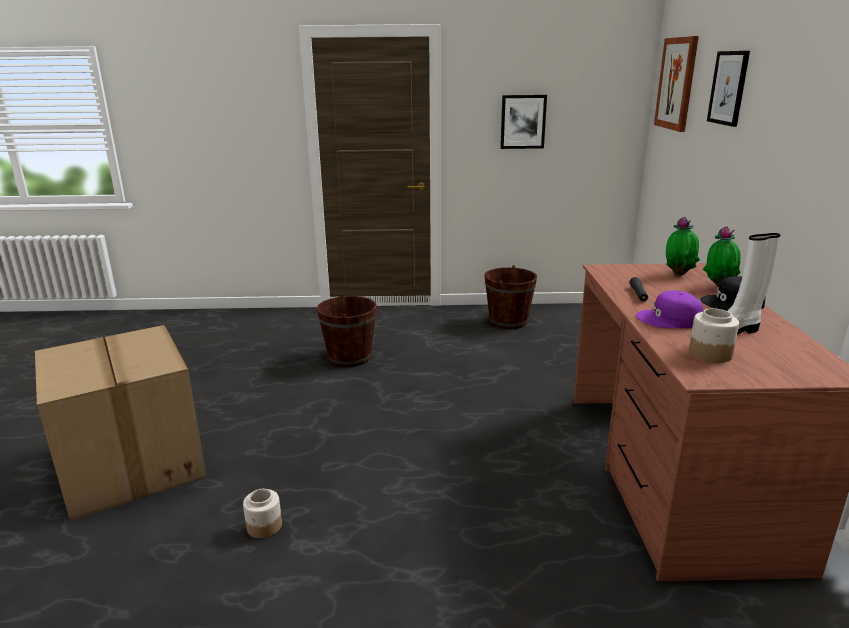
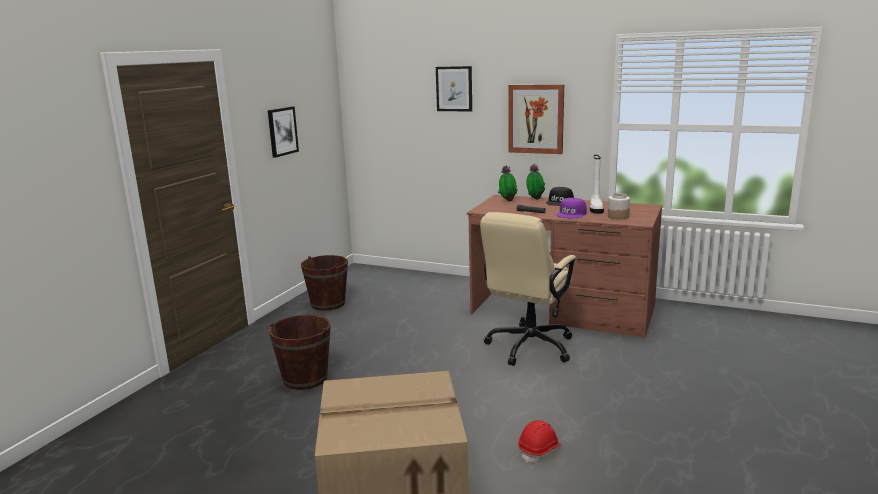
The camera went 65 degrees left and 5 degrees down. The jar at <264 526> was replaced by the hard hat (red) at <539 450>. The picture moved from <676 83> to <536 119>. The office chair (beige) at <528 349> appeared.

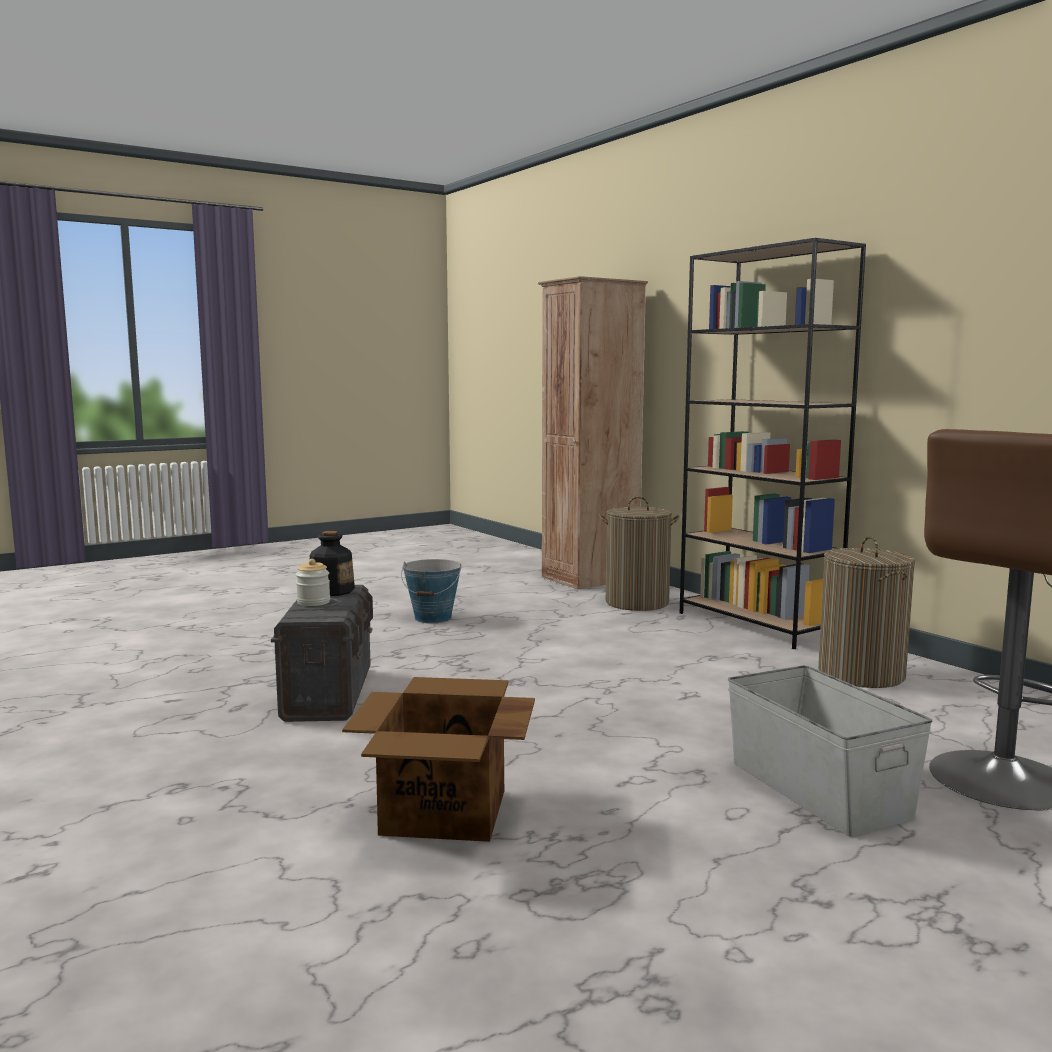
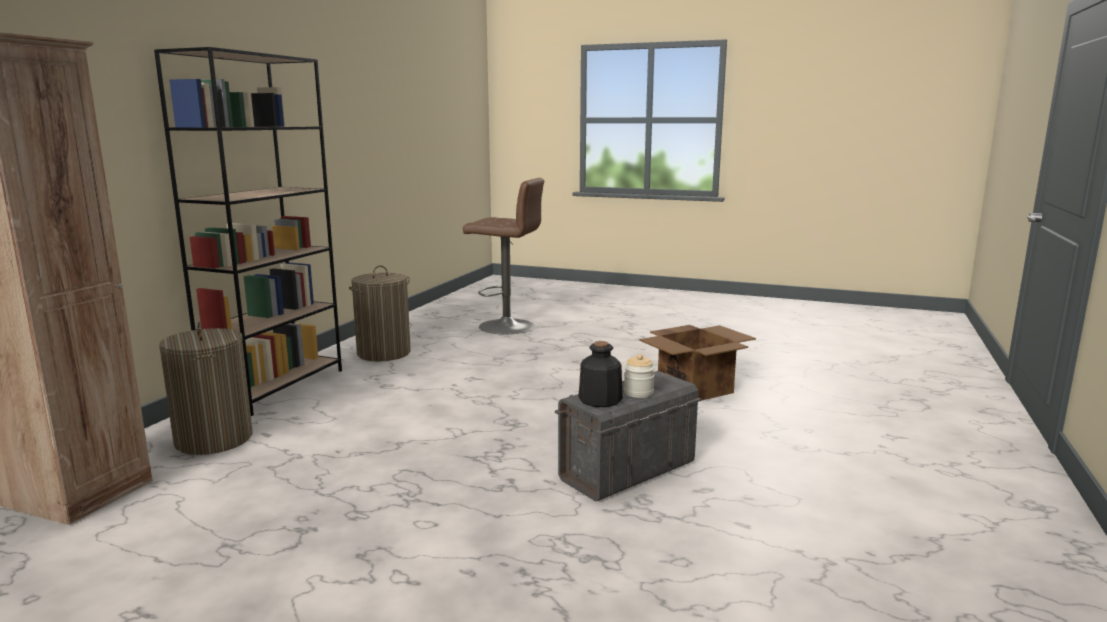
The camera went 125 degrees left and 5 degrees up. The bucket at <433 618> disappeared. The storage box (grey) at <818 789> disappeared.

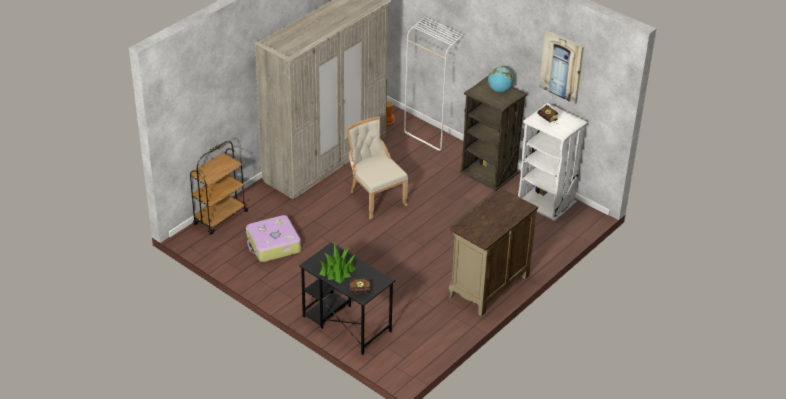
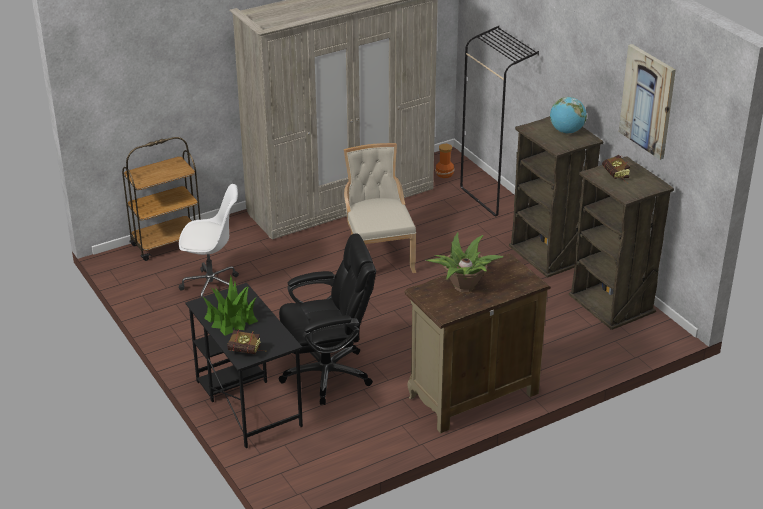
The camera went 20 degrees right and 5 degrees down. The suitcase at <273 245> was replaced by the office chair (white) at <213 287>. The clothes rack (white) at <431 136> became the clothes rack (black) at <493 197>. The bookcase (white) at <546 201> became the bookcase (brown) at <612 303>. The office chair (black) at <326 374> appeared. The potted plant at <464 286> appeared.

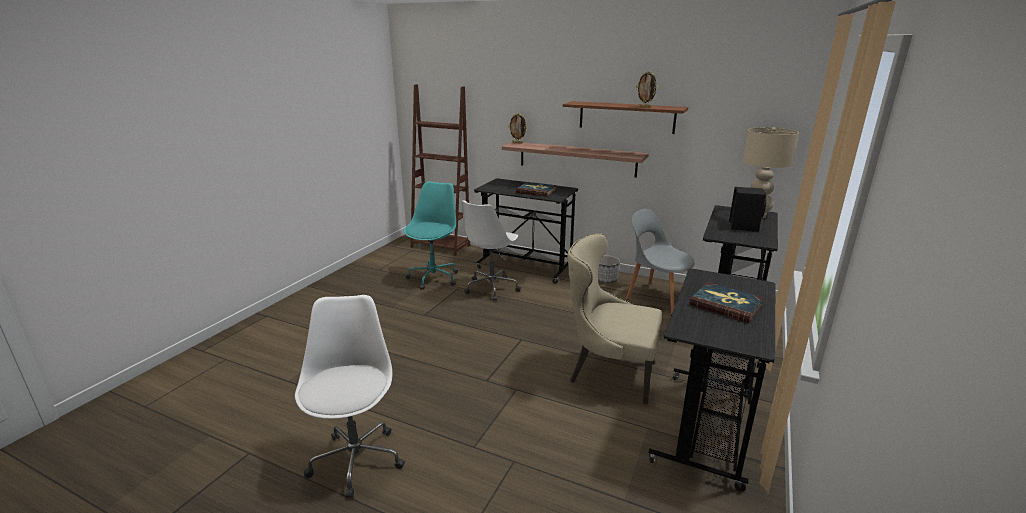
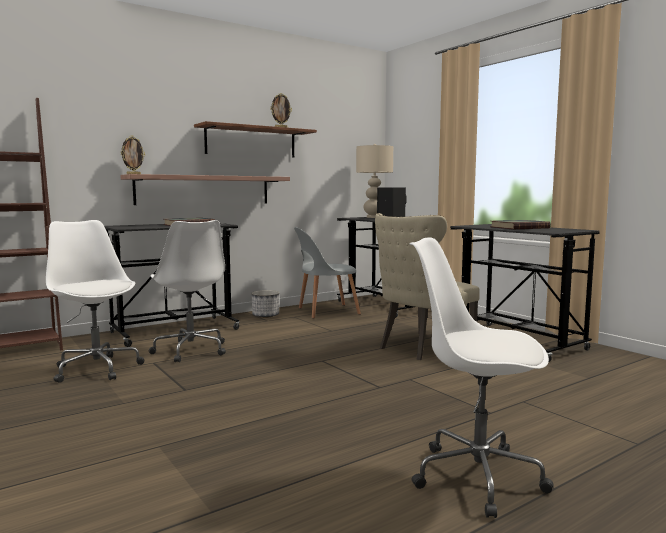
The camera went 60 degrees left and 15 degrees down. The office chair (turquoise) at <434 278> became the office chair (white) at <96 369>.

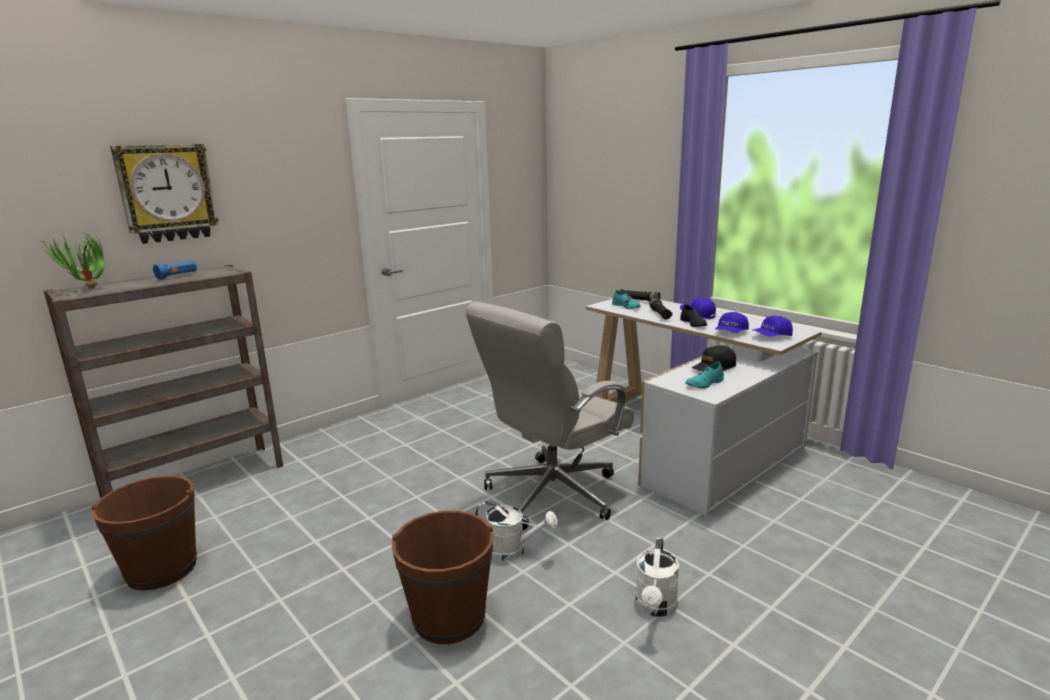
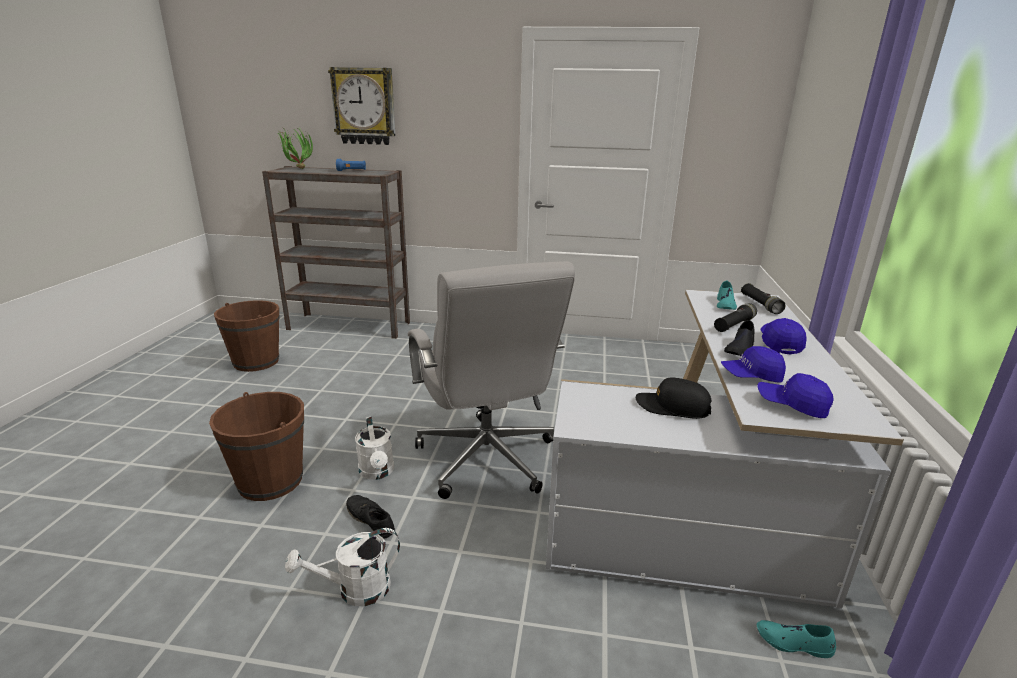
The camera went 50 degrees right and 5 degrees up. The office chair (grey) at <553 492> turned 120 degrees counterclockwise. The shoe (turquoise) moved from <704 383> to <793 643>. The shoe (black) at <370 520> appeared.

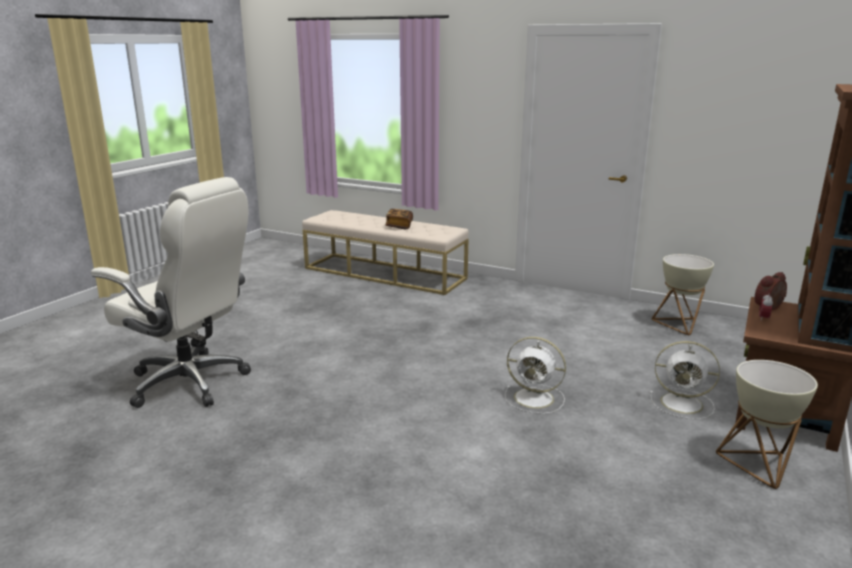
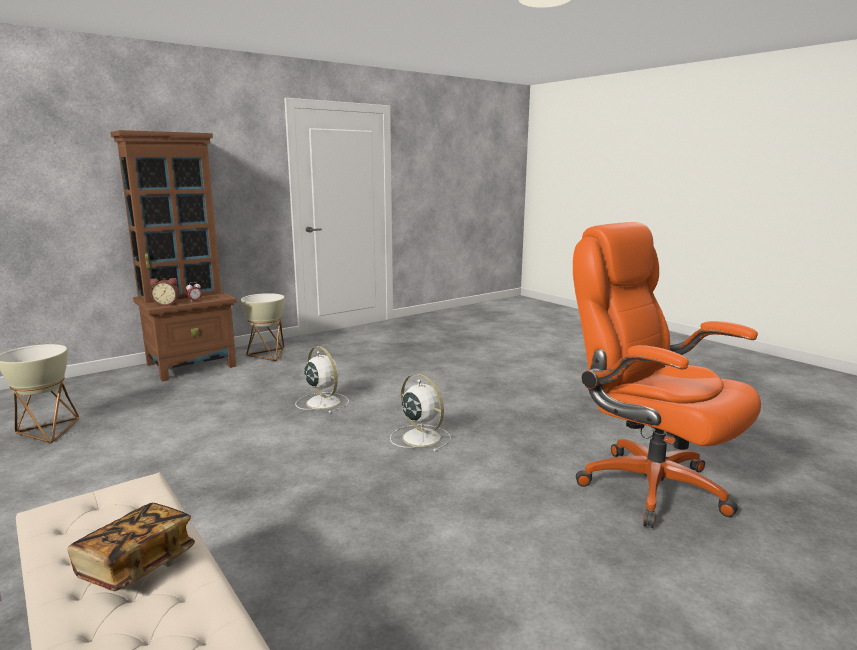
The camera went 155 degrees left and 5 degrees down. The office chair (white) at <190 383> became the office chair (orange) at <649 486>. The fan (white) moved from <683 403> to <420 437>.

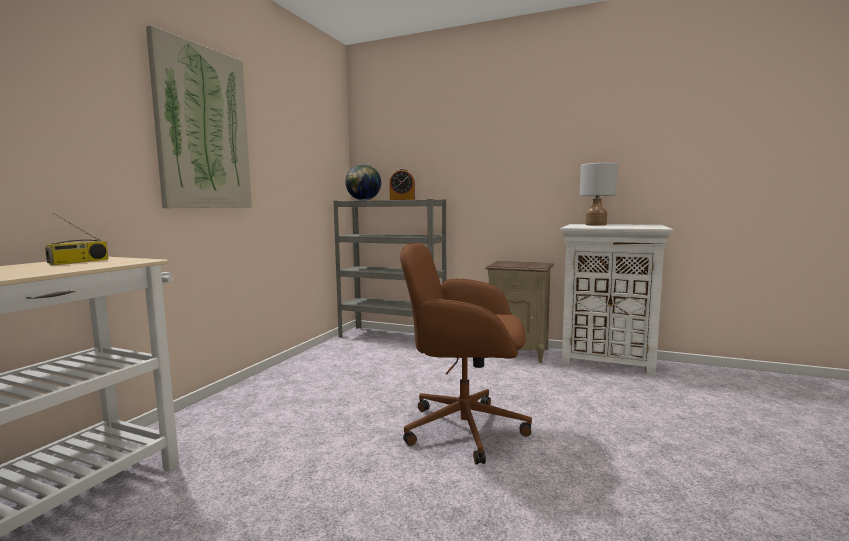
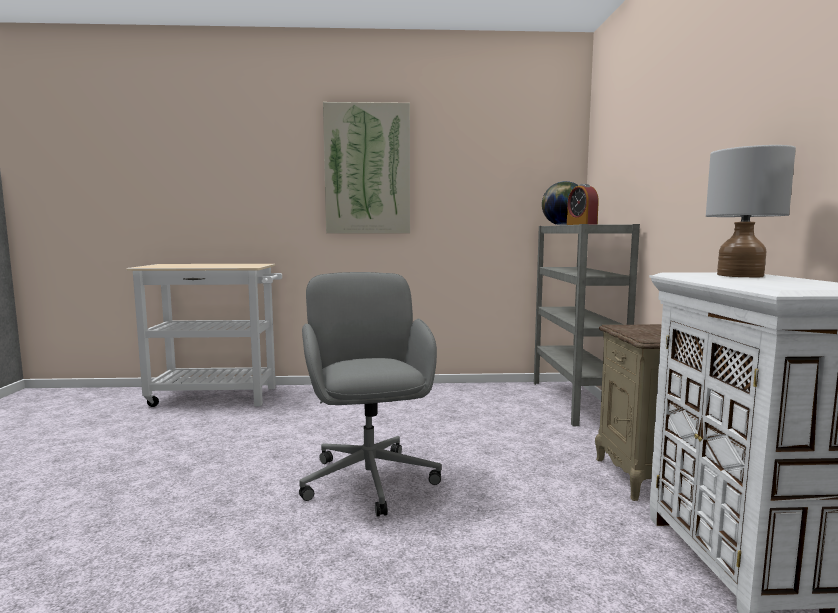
The camera went 65 degrees right and 0 degrees up. The radio at <79 262> disappeared. The office chair (brown) at <464 429> became the office chair (grey) at <370 480>.

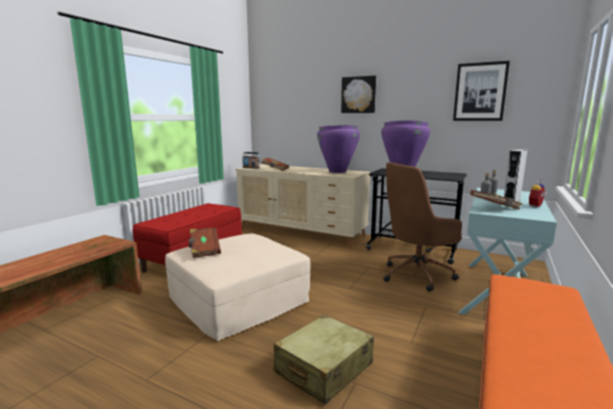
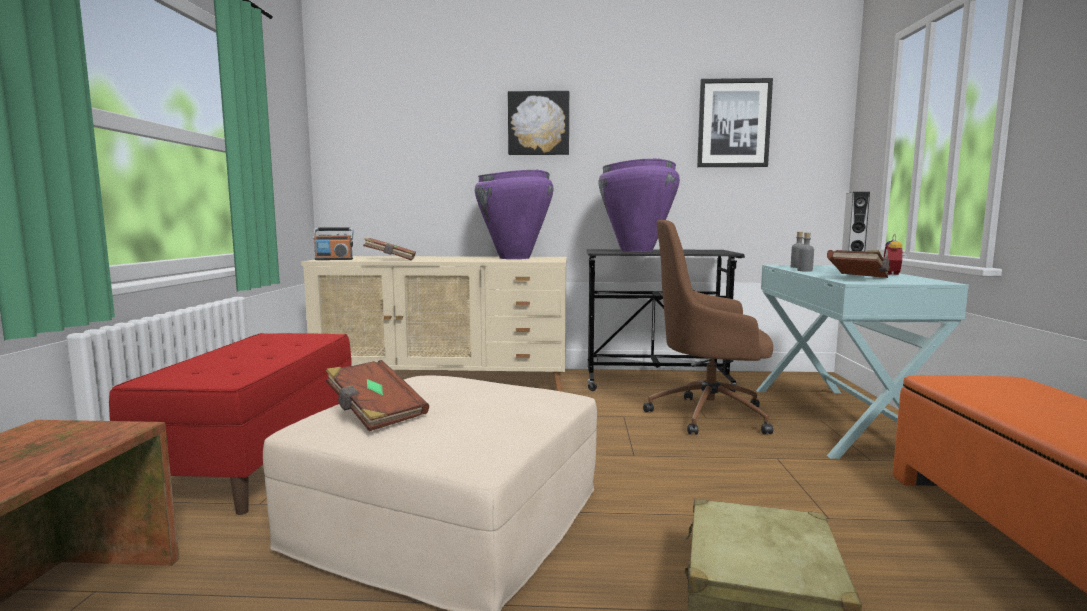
The camera went 25 degrees left and 5 degrees down. The office chair (brown) at <416 275> turned 60 degrees clockwise.

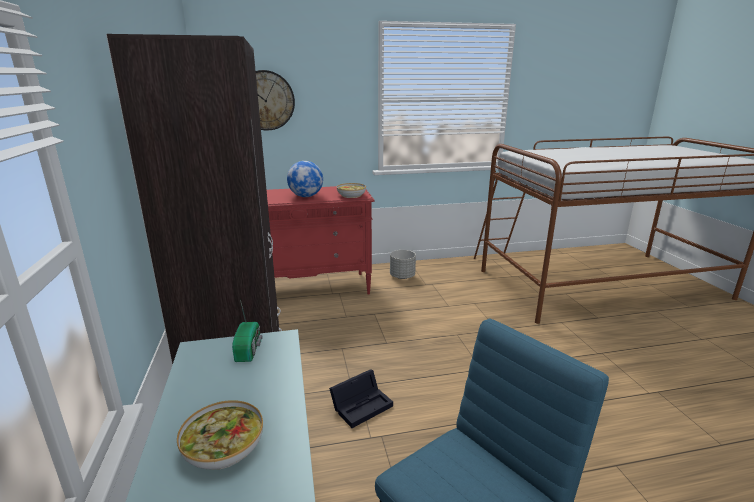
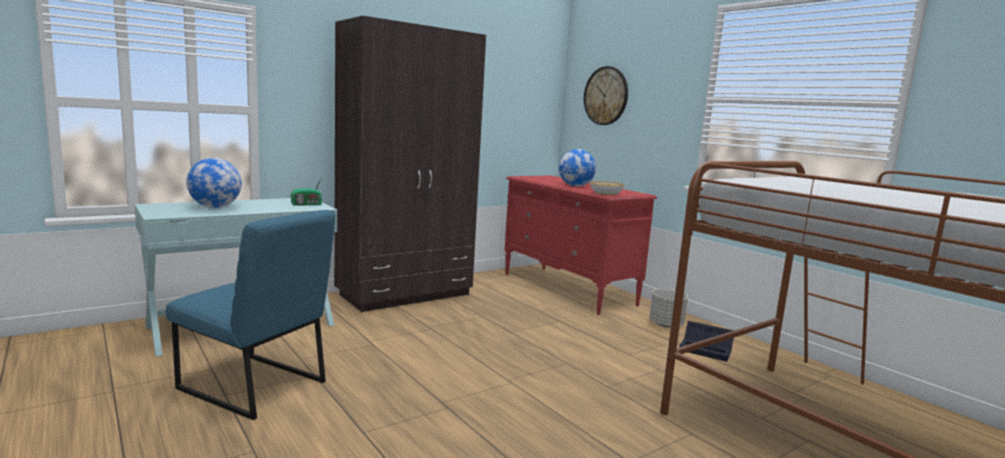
The camera went 65 degrees right and 10 degrees down. The bowl at <224 448> was replaced by the globe at <215 207>. The storage box (black) moved from <362 405> to <707 350>.

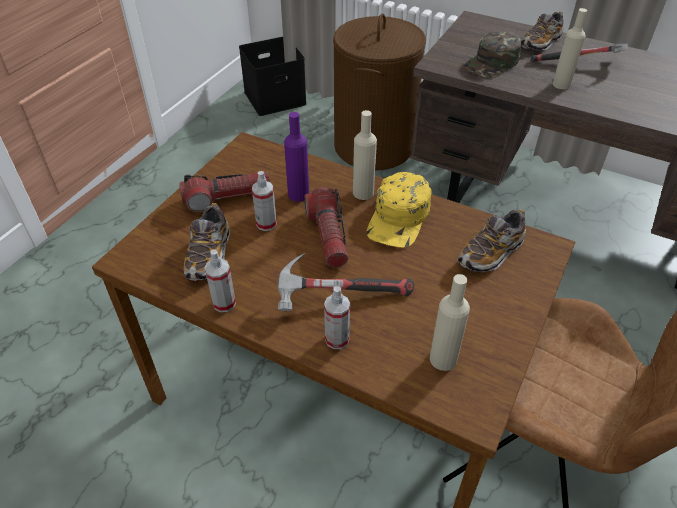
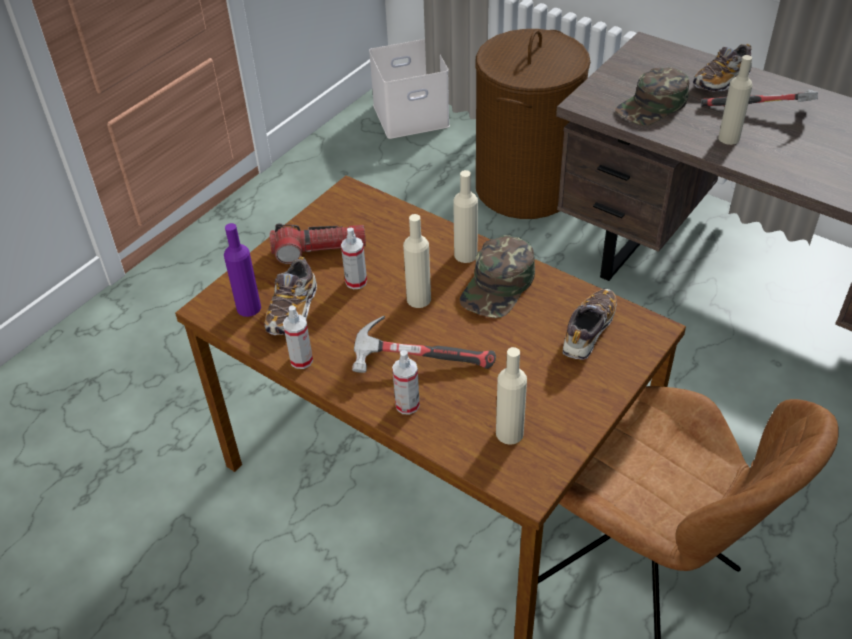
The camera went 10 degrees right and 0 degrees up. The storage box (black) at <275 97> became the storage box (white) at <412 114>. The bottle (purple) moved from <298 194> to <248 308>. The flashlight at <328 235> was replaced by the bottle (beige) at <418 299>. The cap (yellow) at <399 218> became the cap (green) at <498 286>. The shoe at <491 253> turned 150 degrees clockwise.

